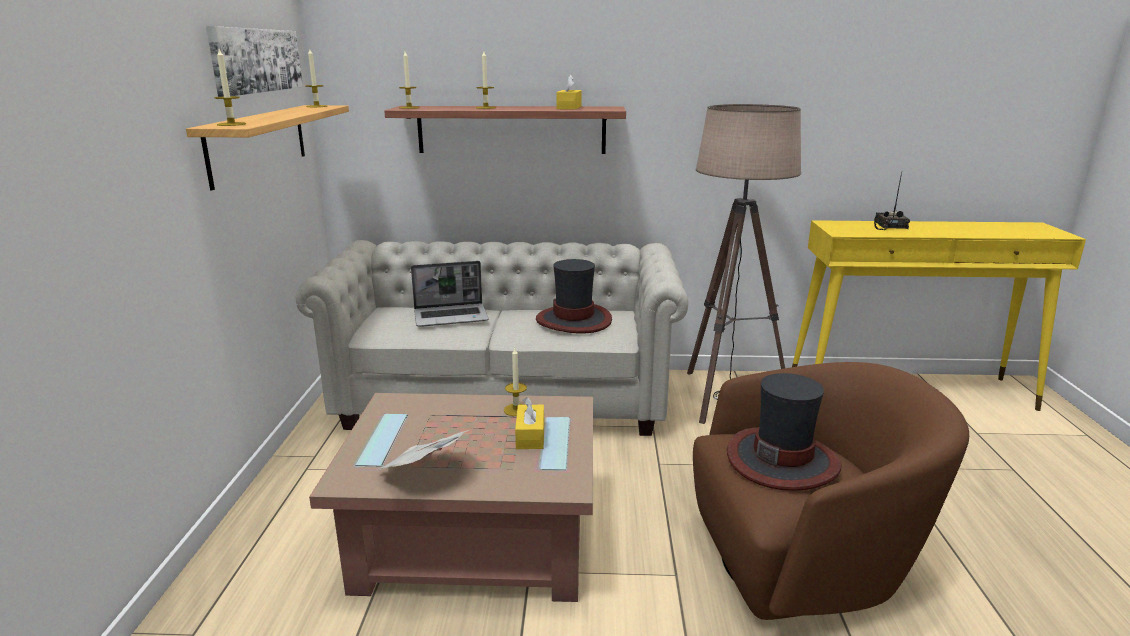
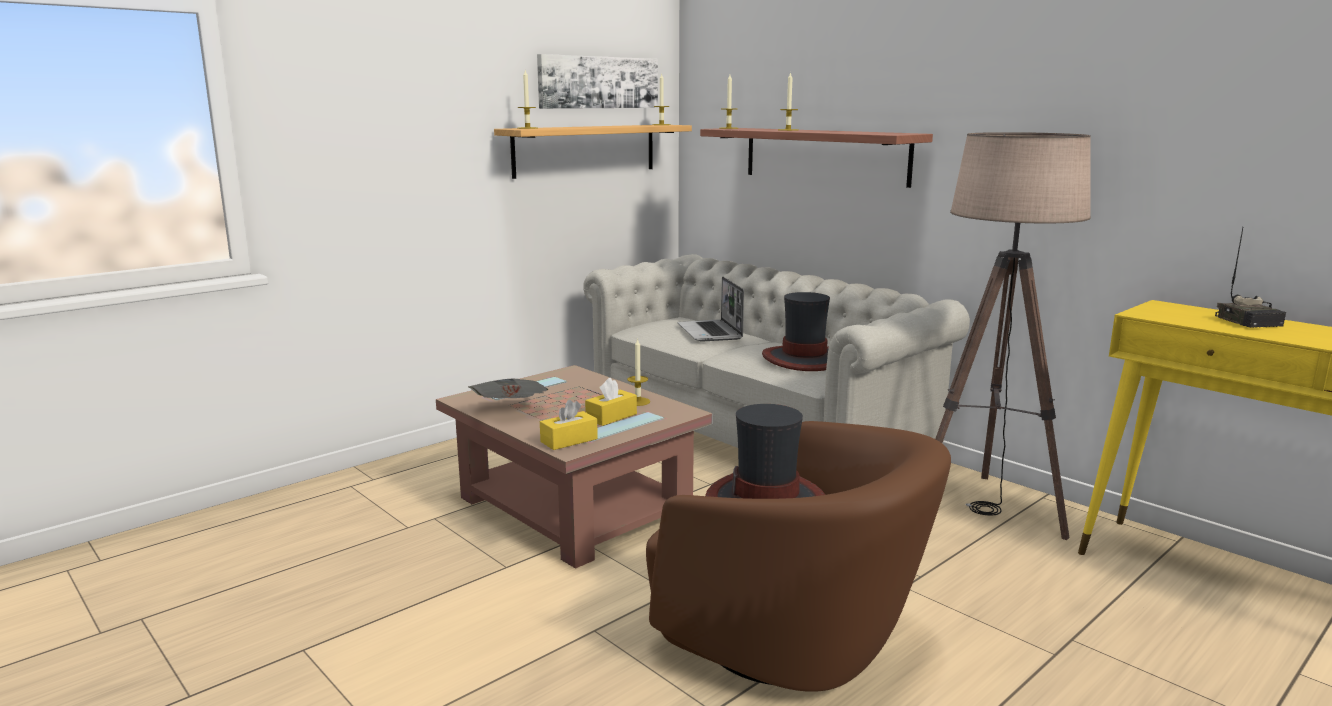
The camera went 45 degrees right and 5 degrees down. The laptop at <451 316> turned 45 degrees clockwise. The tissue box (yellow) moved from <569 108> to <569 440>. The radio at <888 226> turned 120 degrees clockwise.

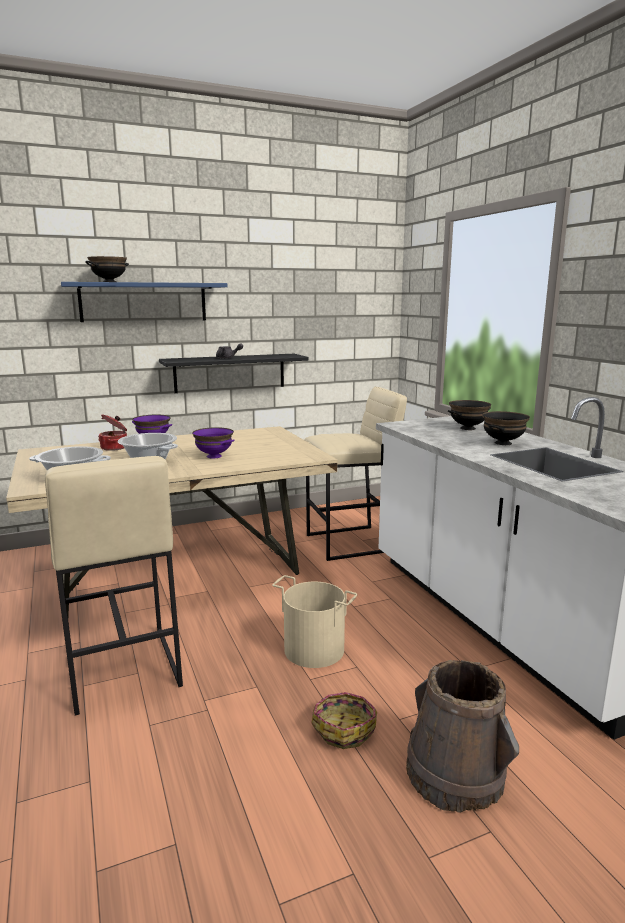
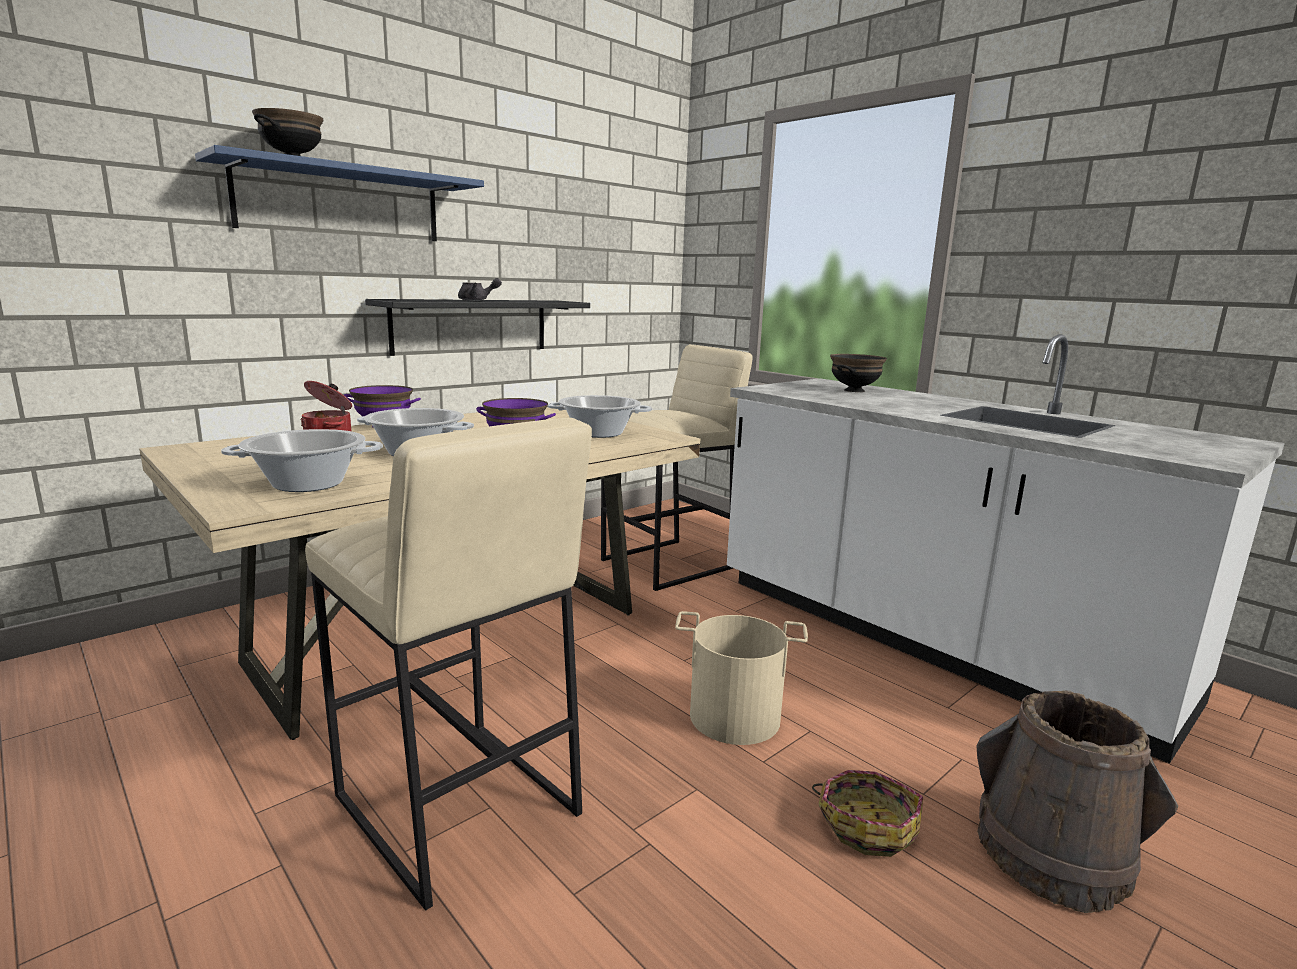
The camera went 20 degrees left and 0 degrees up. The bowl (black) at <502 443> disappeared. The cooking pot at <599 433> appeared.

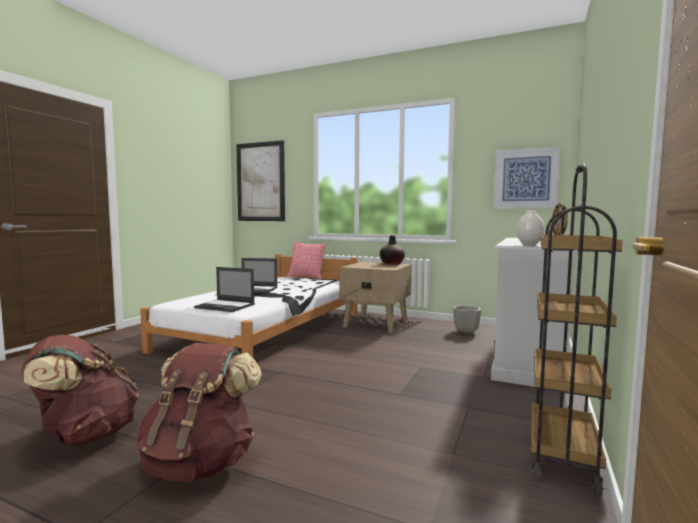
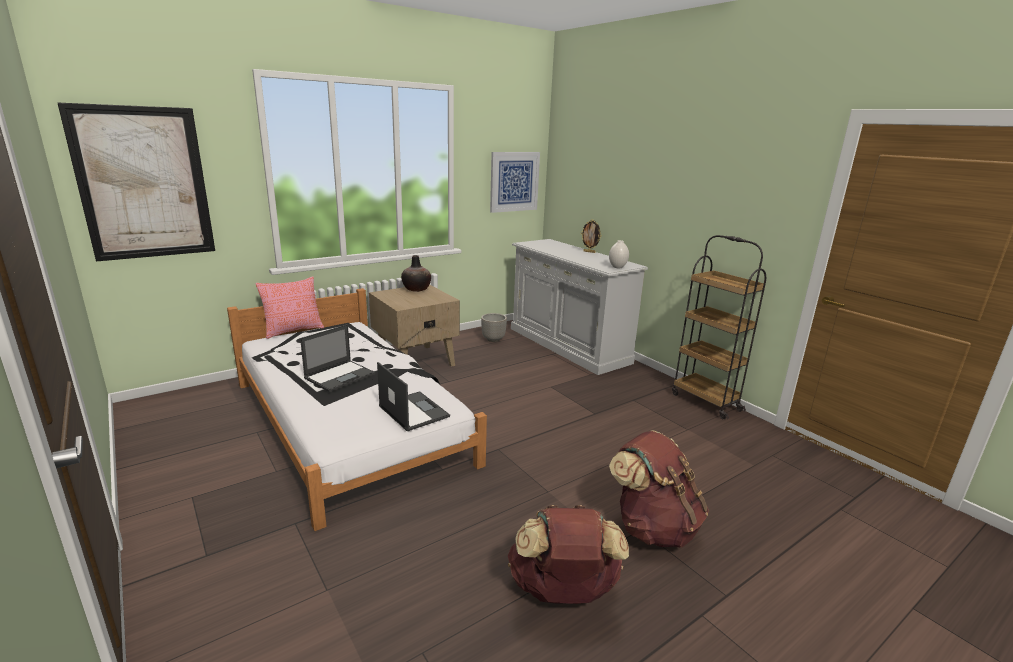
The camera went 60 degrees left and 15 degrees up. The laptop at <225 306> turned 90 degrees counterclockwise.

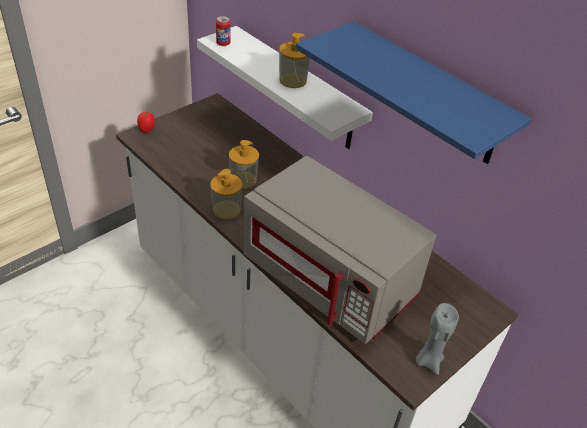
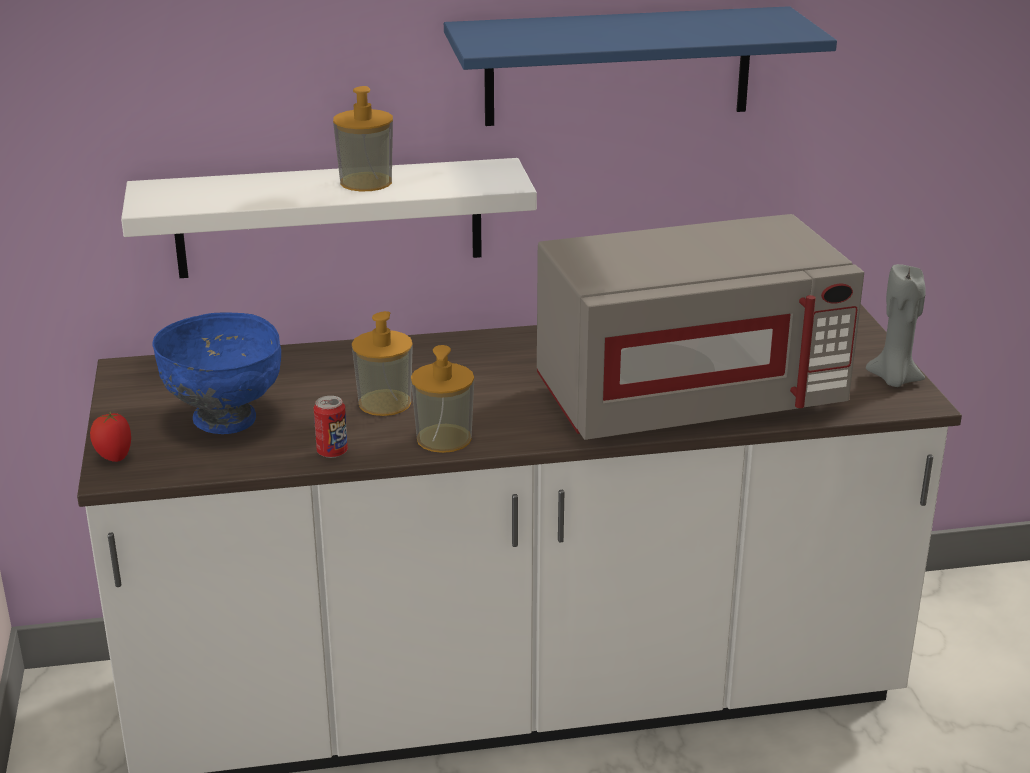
The camera went 55 degrees left and 15 degrees down. The can moved from <223 43> to <332 452>. The bowl (blue) at <225 421> appeared.

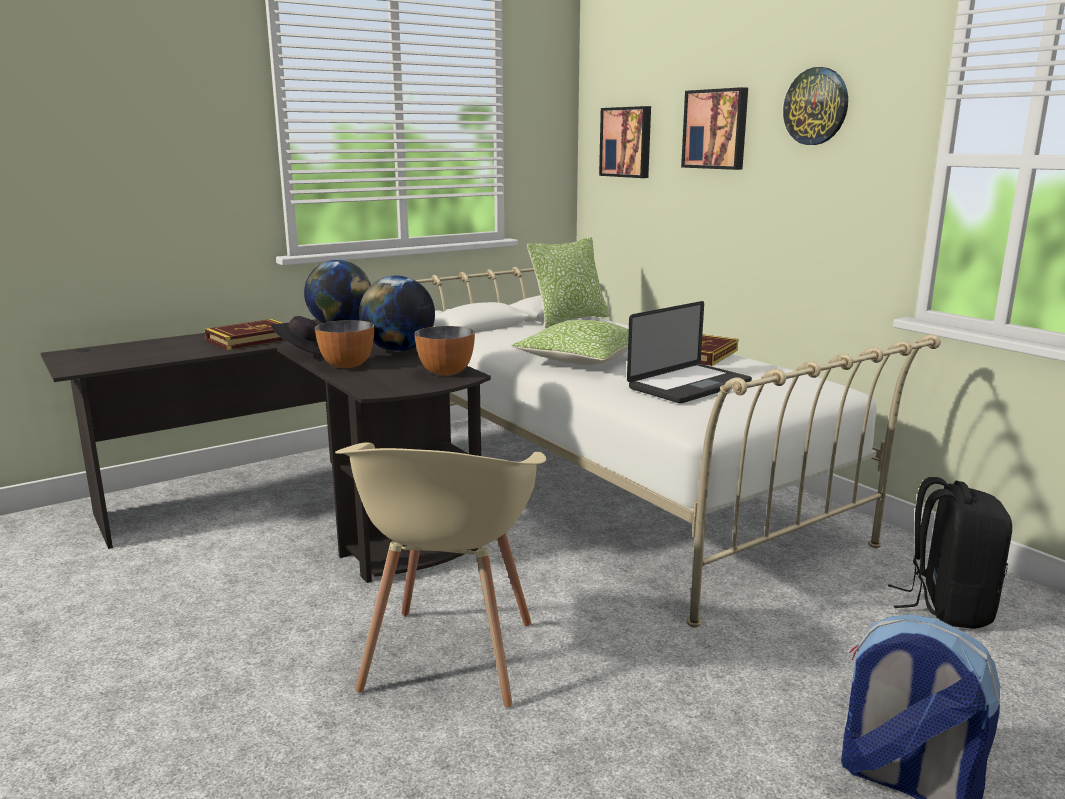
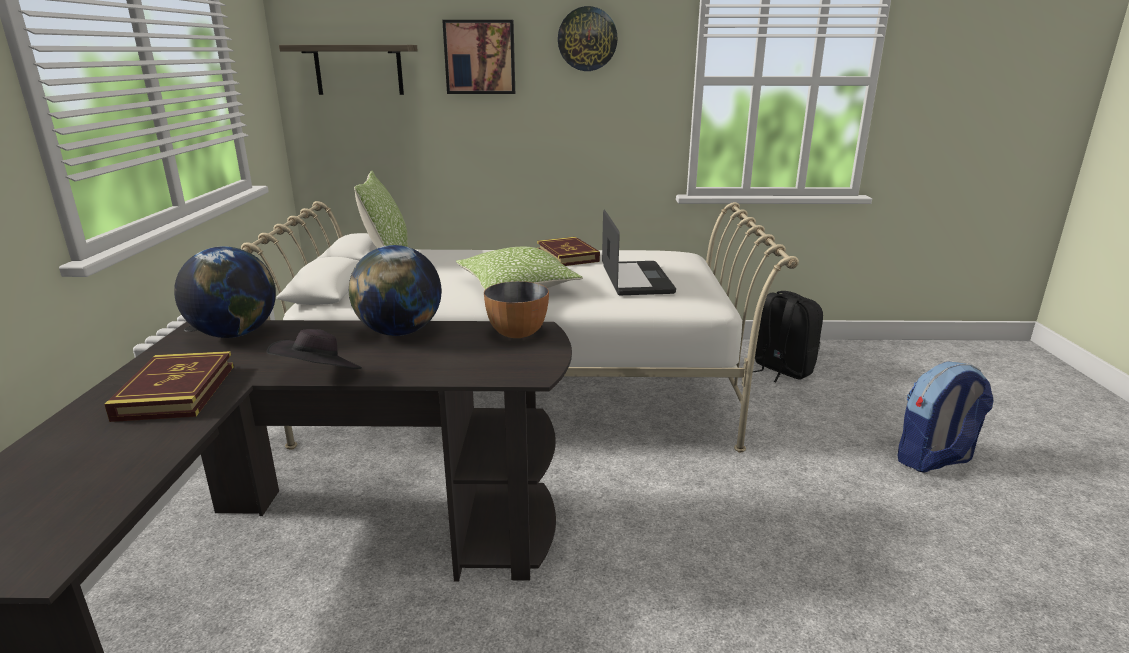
The camera went 55 degrees left and 5 degrees up. The bowl at <347 365> disappeared. The chair (beige) at <449 658> disappeared. The picture at <627 142> was replaced by the shelf at <359 70>.

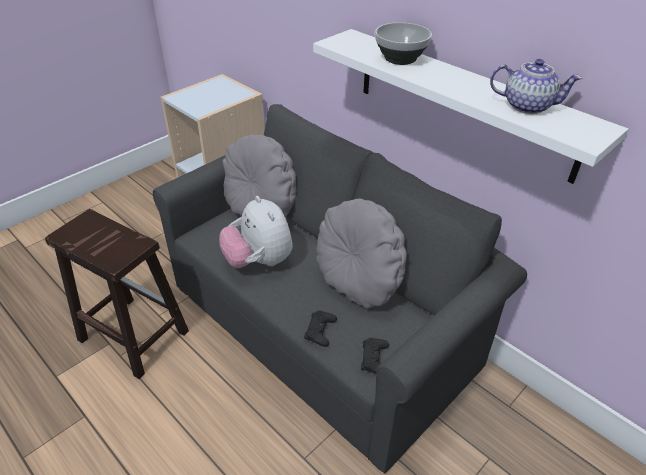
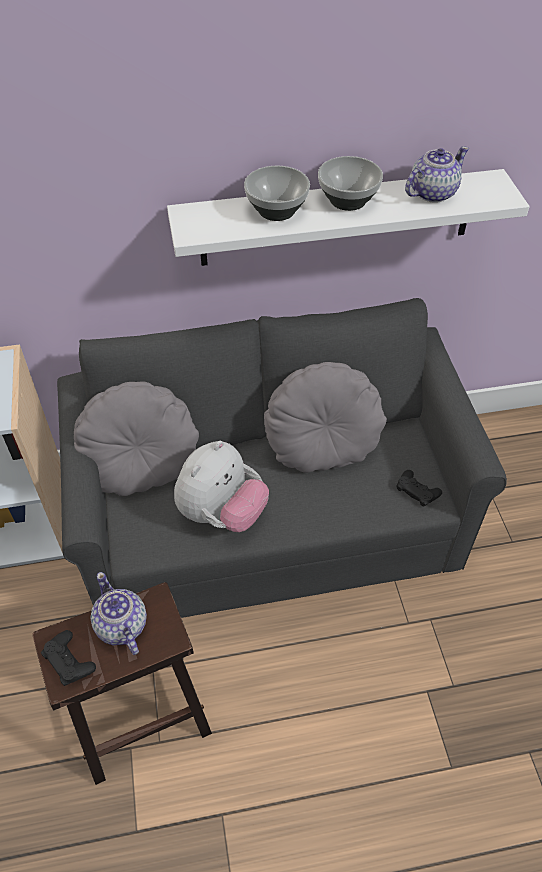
The camera went 55 degrees left and 10 degrees up. The plush toy at <259 261> turned 60 degrees counterclockwise. The game controller (black) moved from <320 331> to <69 661>. The teapot at <121 626> appeared. The bowl at <349 201> appeared.

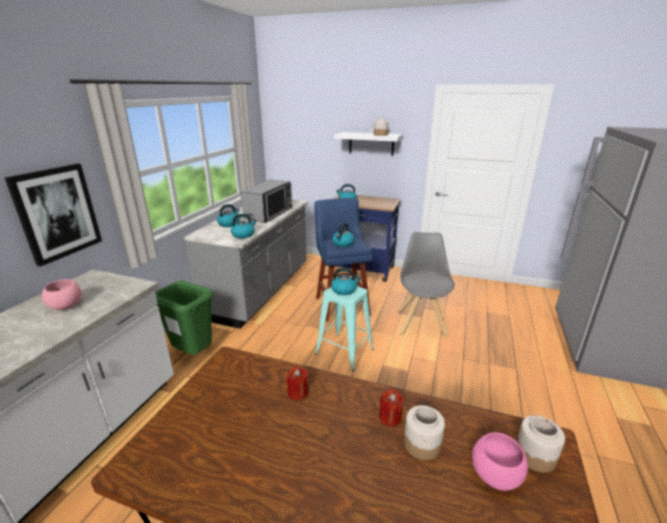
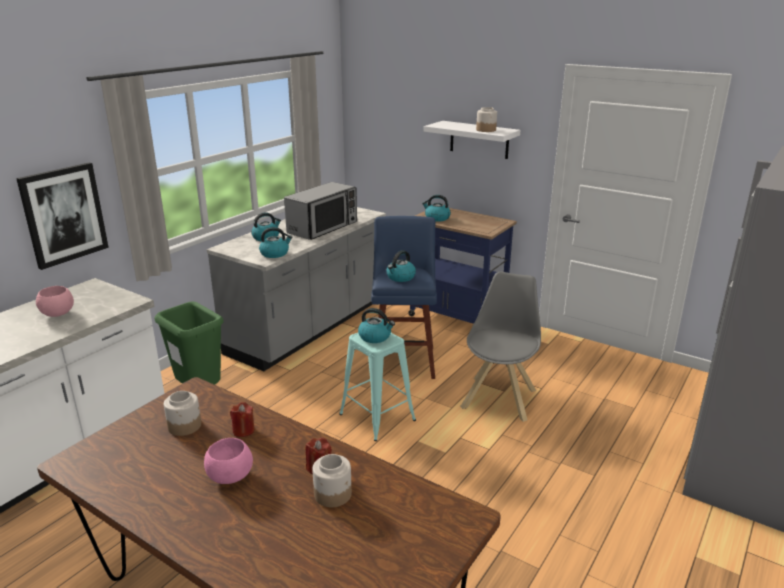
The camera went 15 degrees right and 0 degrees up. The bowl (pink) moved from <494 475> to <230 476>. The jar moved from <535 455> to <185 426>.

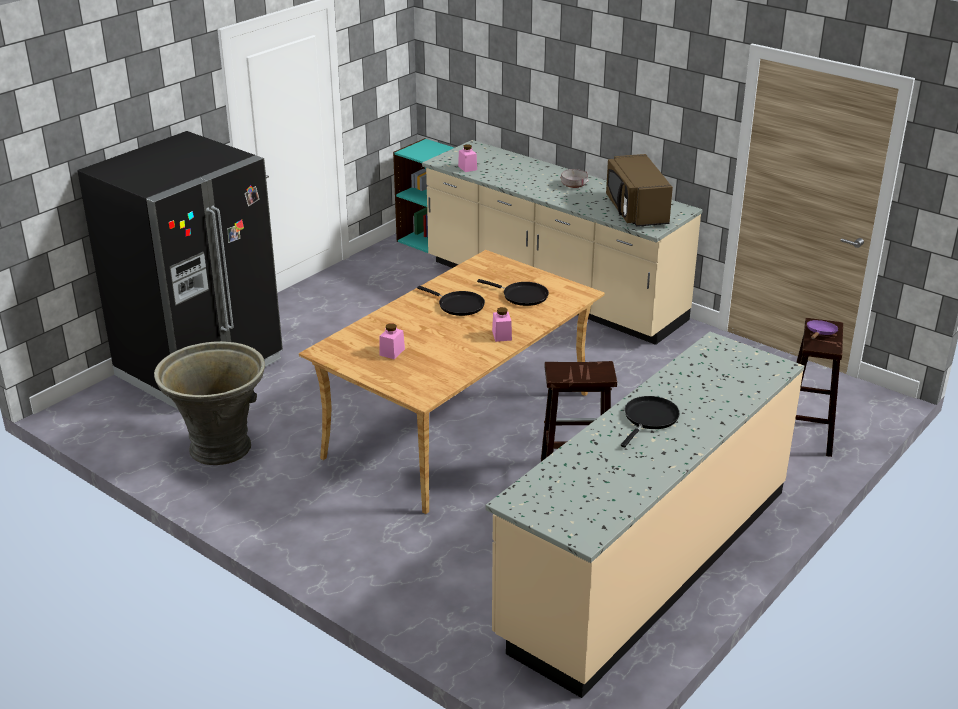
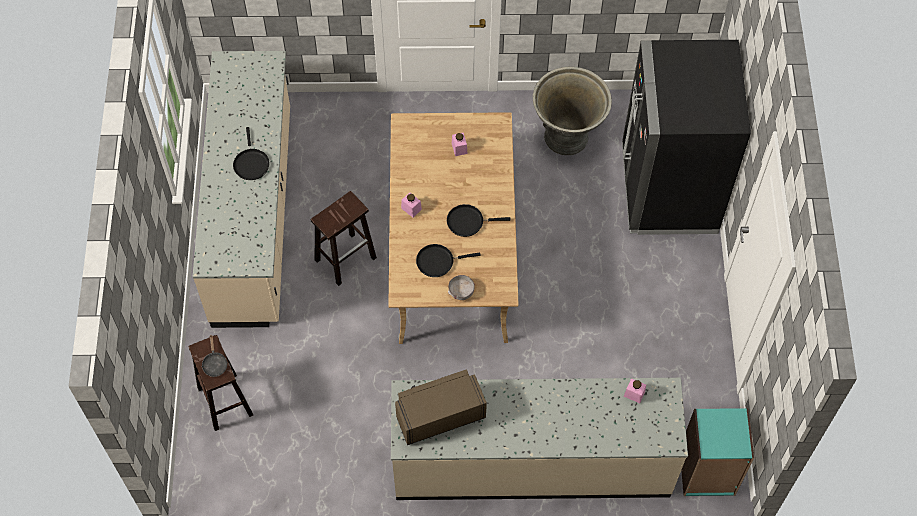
The camera went 140 degrees right and 30 degrees up. The bowl (grey) moved from <573 185> to <461 291>. The microwave (brown) at <635 211> turned 60 degrees counterclockwise. The frying pan (purple) at <820 333> became the frying pan (black) at <214 363>.

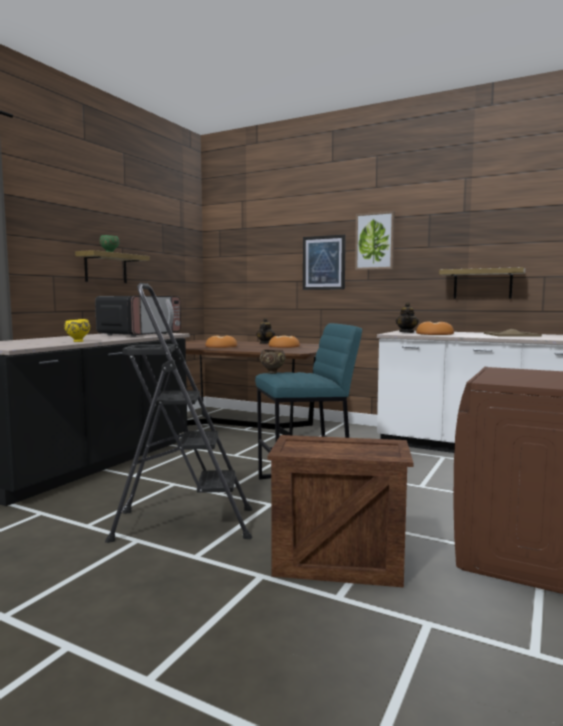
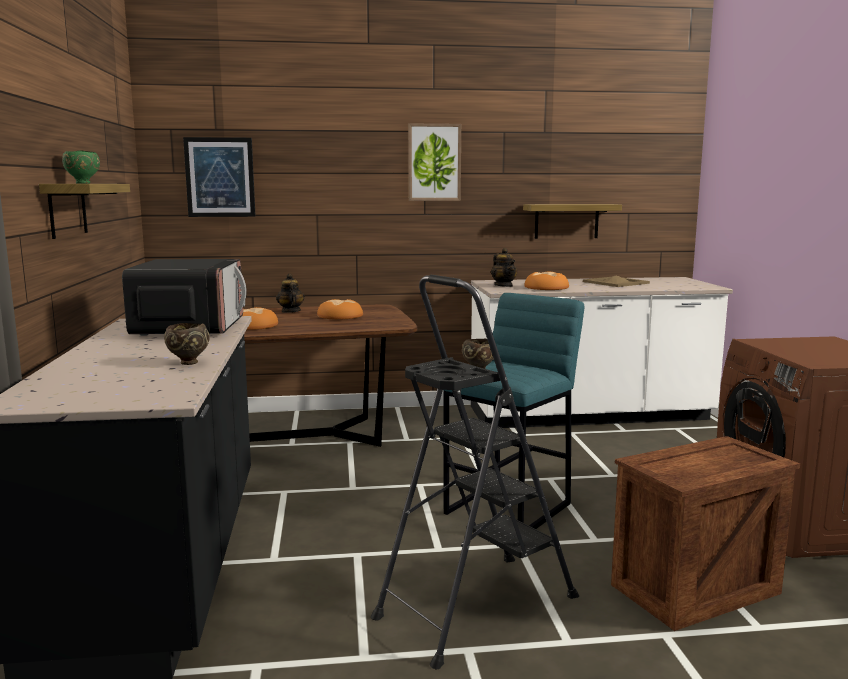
The camera went 35 degrees left and 5 degrees up. The bowl (yellow) at <77 341> became the bowl (brown) at <187 363>. The picture moved from <324 263> to <220 177>.

